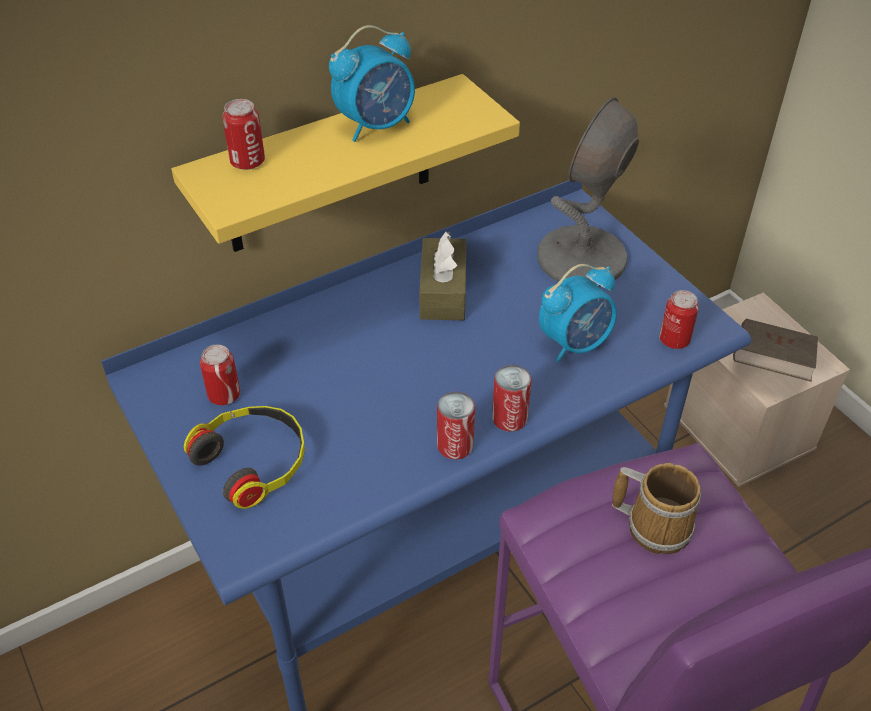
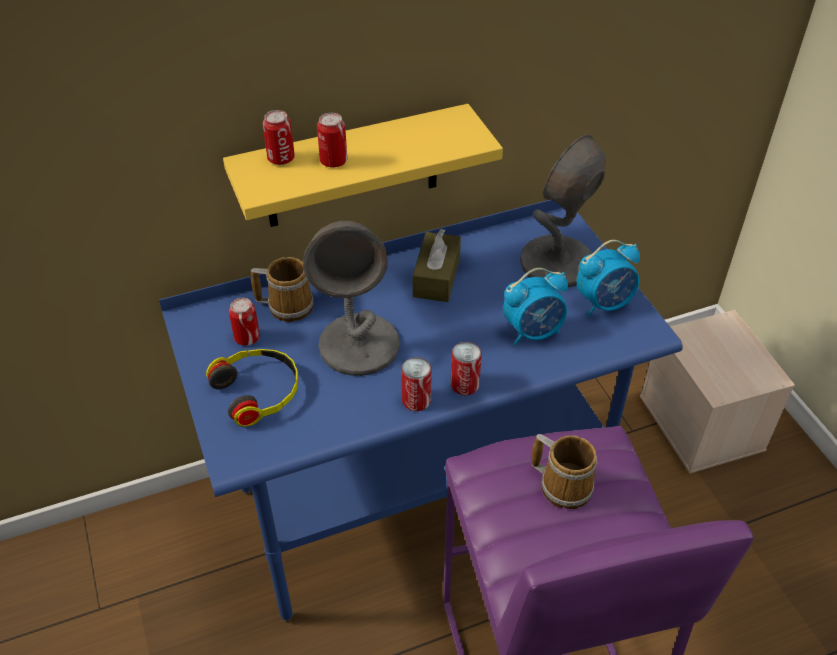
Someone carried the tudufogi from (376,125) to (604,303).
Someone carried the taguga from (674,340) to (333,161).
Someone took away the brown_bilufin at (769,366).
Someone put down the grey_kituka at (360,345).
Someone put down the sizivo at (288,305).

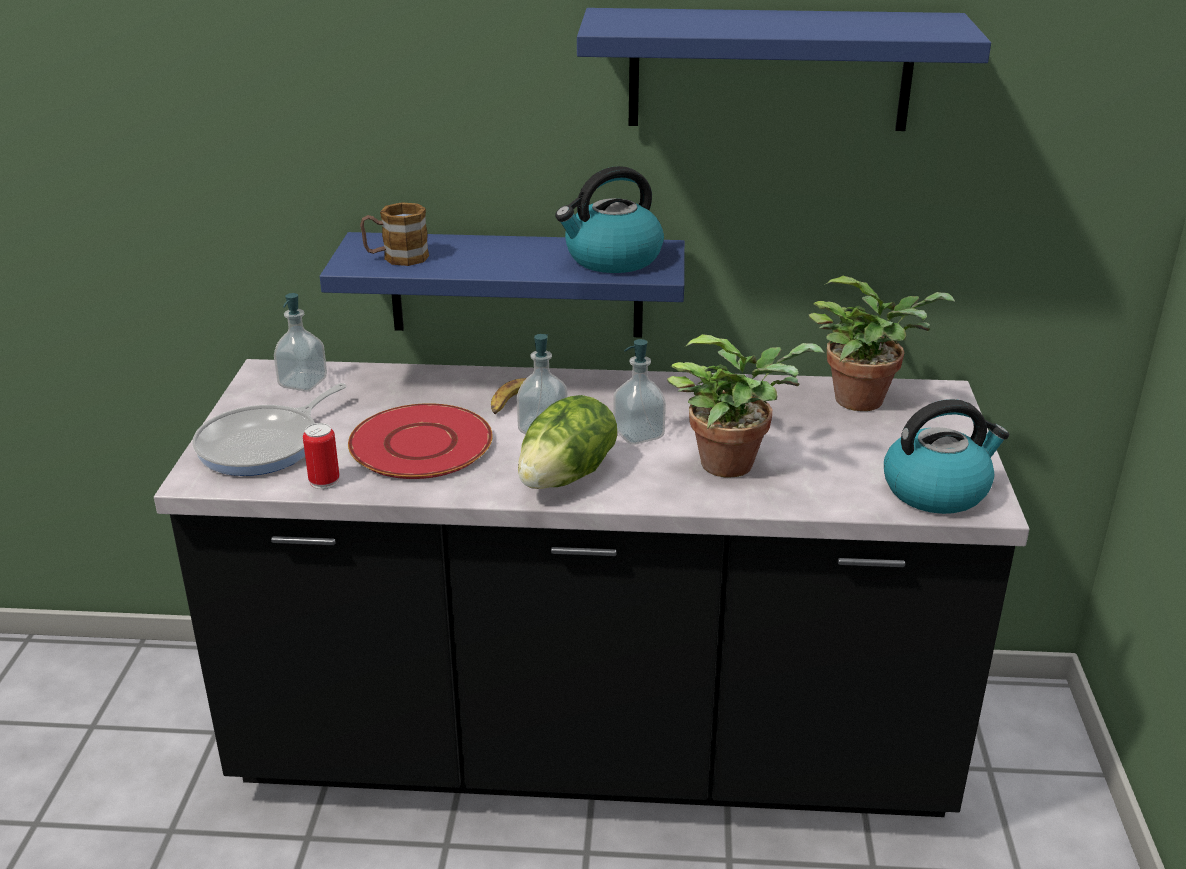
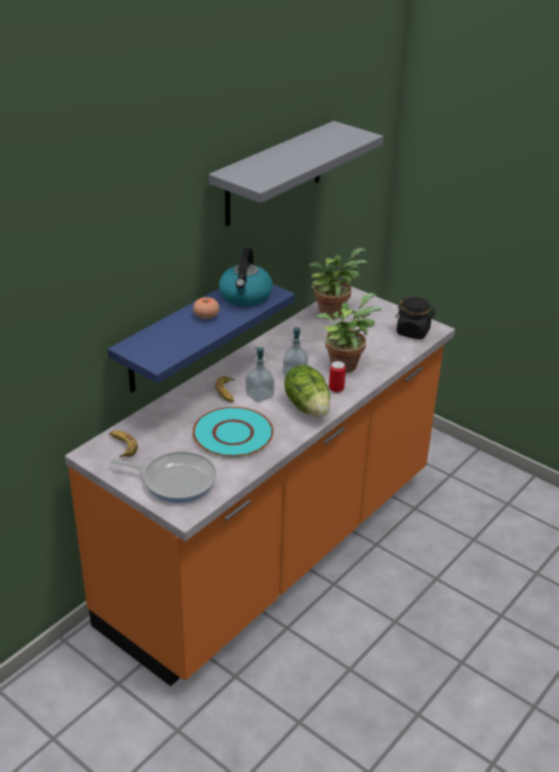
Someone repainted the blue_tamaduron at (769,70), which became the grey_tamaduron at (274,174).
Someone took away the sizivo at (396,258).
Someone swapped the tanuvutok at (303,383) for the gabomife at (122,446).
Someone repainted the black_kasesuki at (593,747), which became the orange_kasesuki at (274,549).
Someone rotated the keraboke at (264,445) by 60 degrees counterclockwise.
Someone swapped the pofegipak at (937,490) for the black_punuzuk at (413,332).
Someone repainted the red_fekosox at (421,445), which became the turquoise_fekosox at (233,434).
Someone carried the taguga from (324,481) to (336,389).
Someone put down the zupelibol at (206,316).

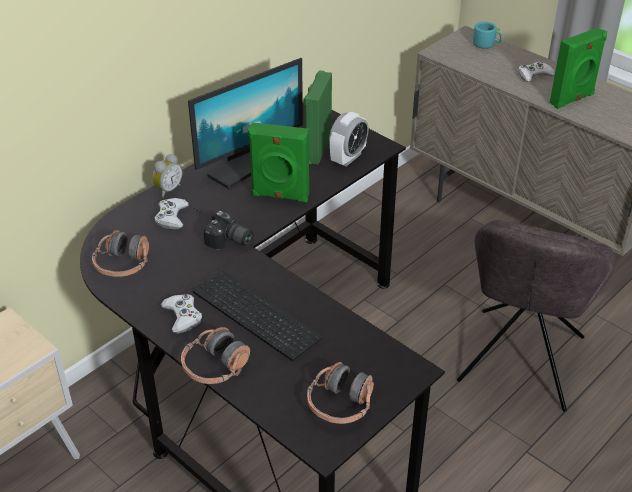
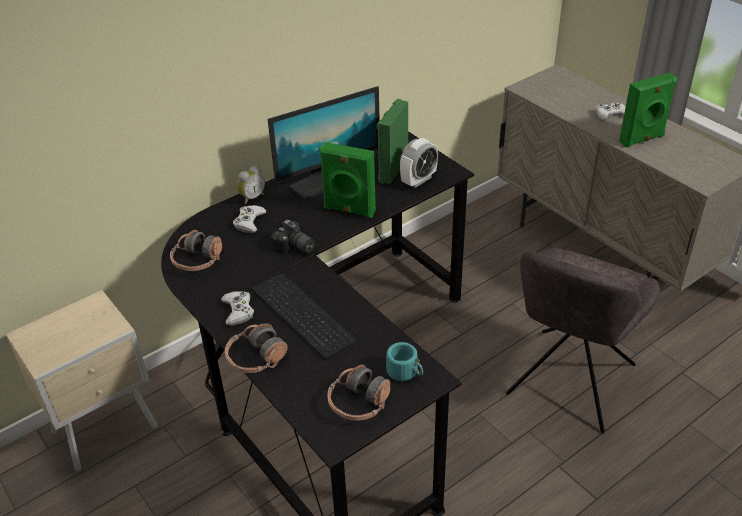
Someone carried the turquoise_sizivo from (486,44) to (406,371).

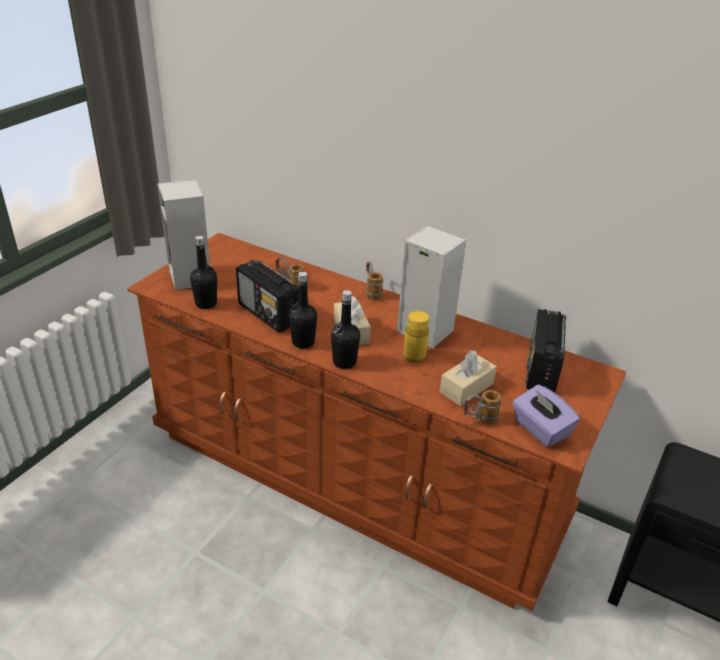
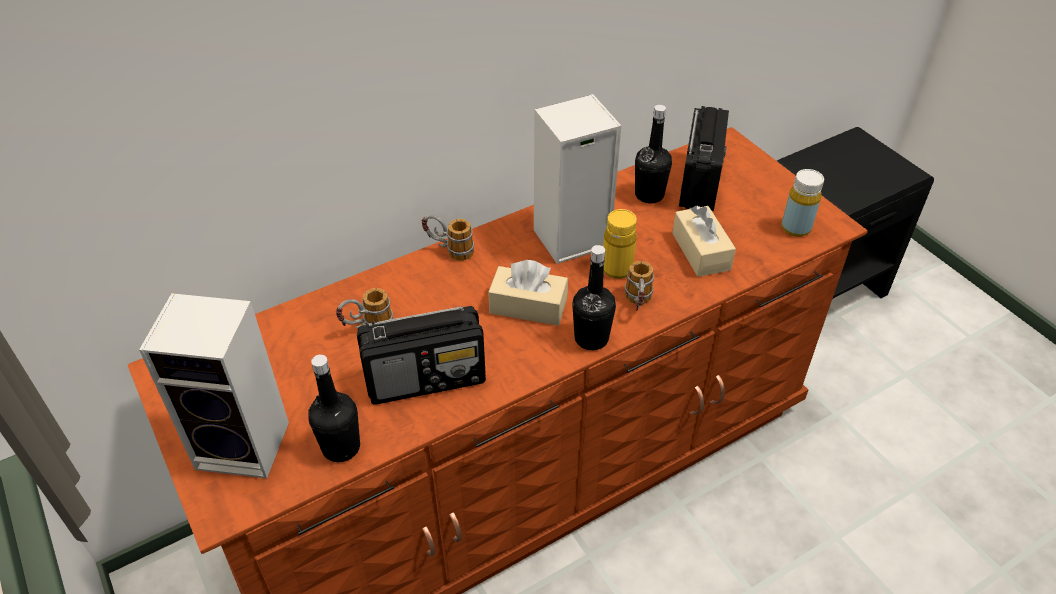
Someone carried the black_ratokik from (303,342) to (649,195).
Someone rotated the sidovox at (541,370) by 120 degrees counterclockwise.
Someone swapped the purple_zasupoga at (540,429) for the yellow_ratokik at (795,228).
Someone carried the sizivo from (478,420) to (638,304).

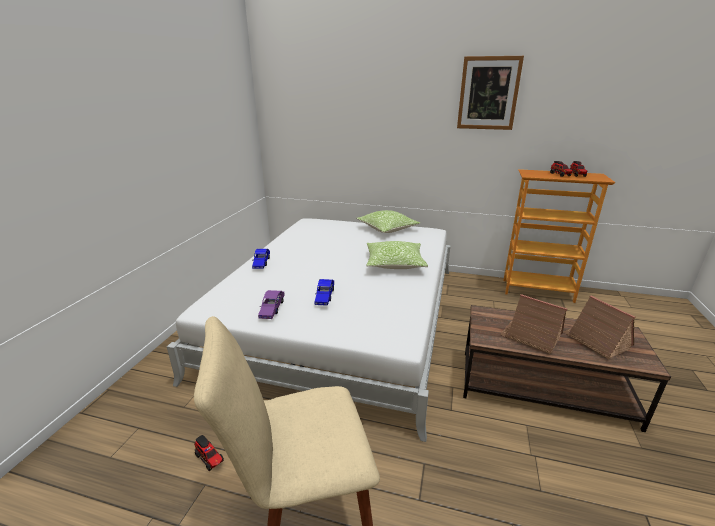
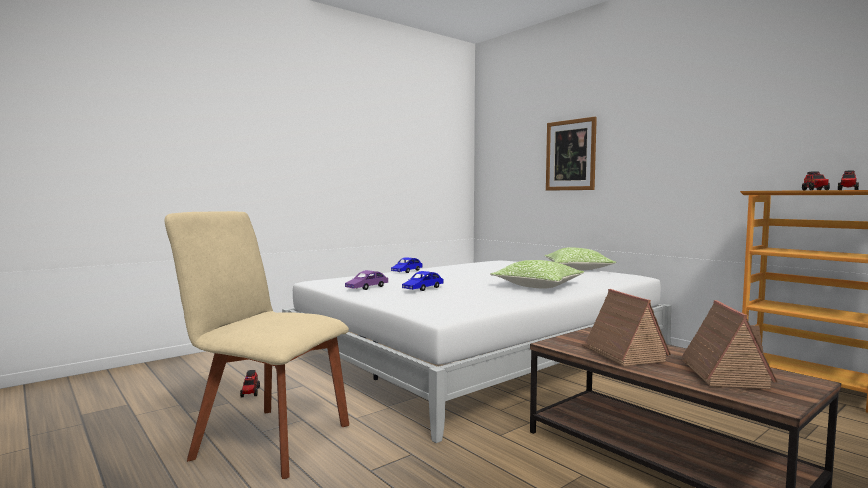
Someone carried the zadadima from (488,93) to (570,155).

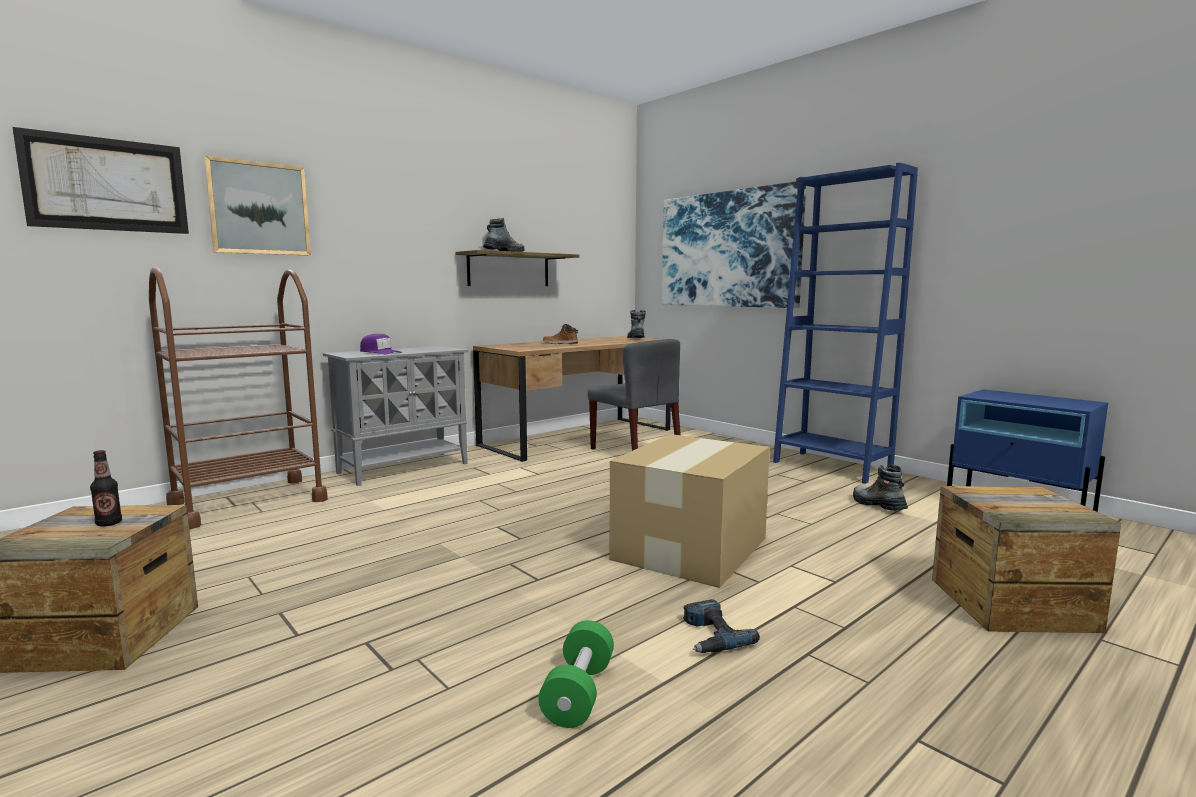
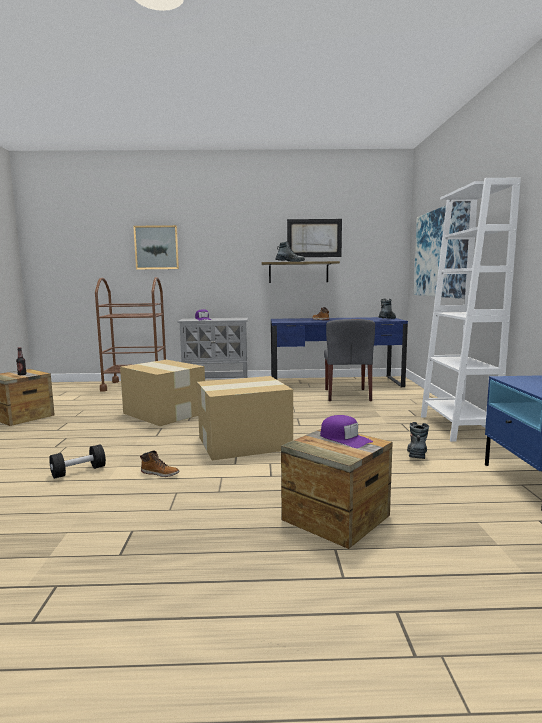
Someone carried the zadadima from (107,184) to (314,238).
Someone repainted the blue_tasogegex at (831,467), which became the white_tasogegex at (457,427).
Someone repainted the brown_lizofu at (578,437), which became the blue_lizofu at (335,382).
Someone swapped the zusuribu at (710,636) for the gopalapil at (160,473).
Someone repainted the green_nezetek at (578,693), which became the black_nezetek at (78,471).
Someone put down the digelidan at (164,413).
Someone put down the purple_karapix at (344,439).

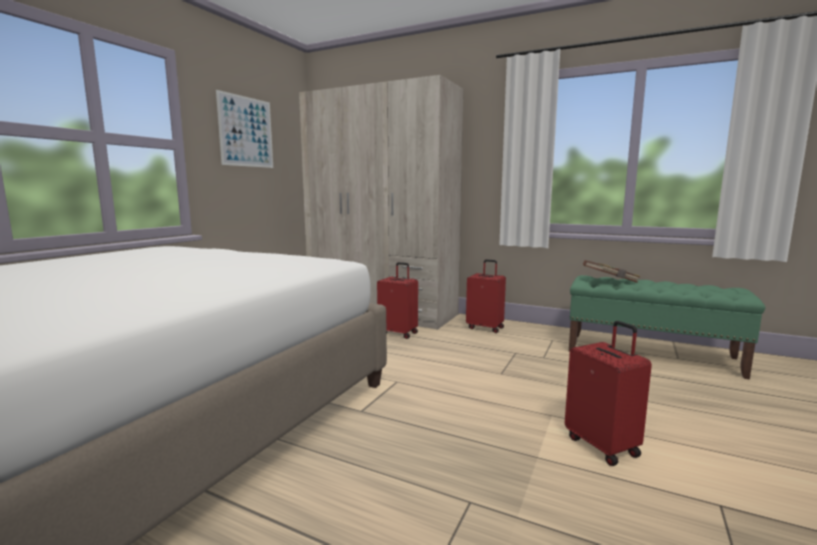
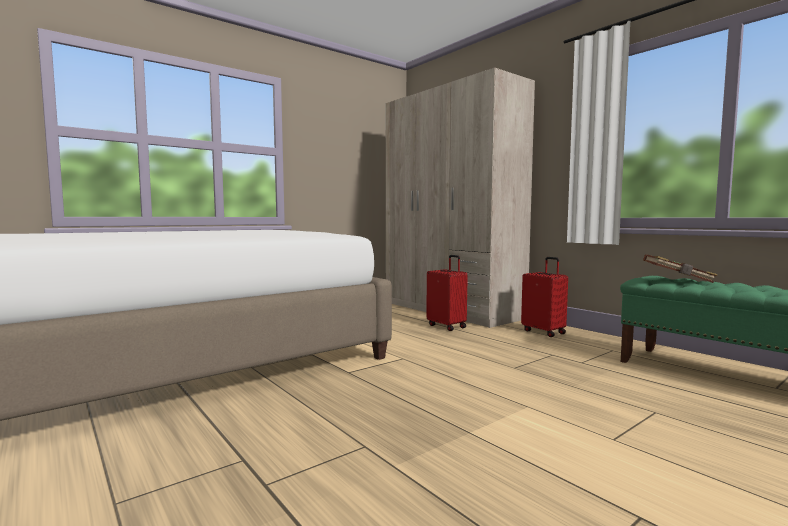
Someone took away the zadadima at (246,132).
Someone took away the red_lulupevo at (603,446).

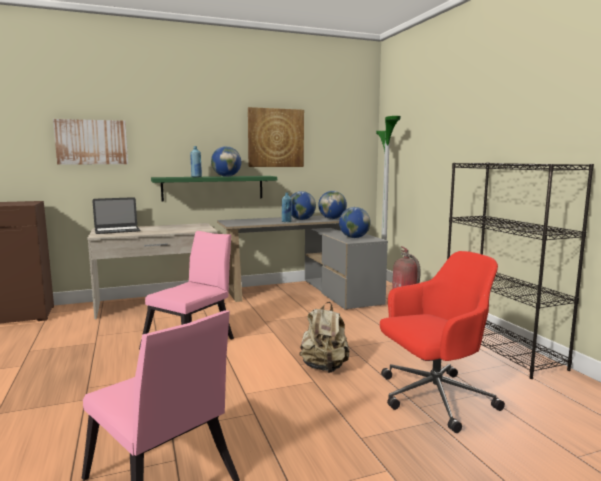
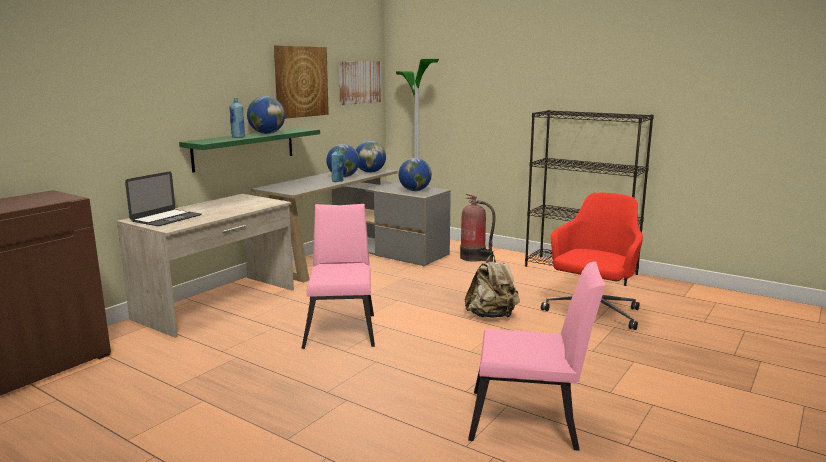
Someone carried the zadadima from (92,142) to (359,82).

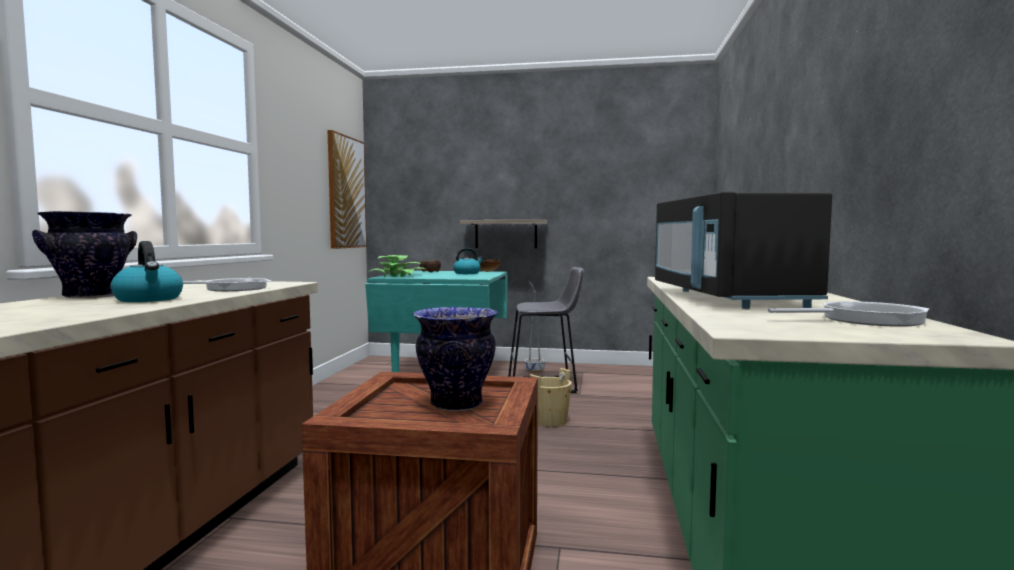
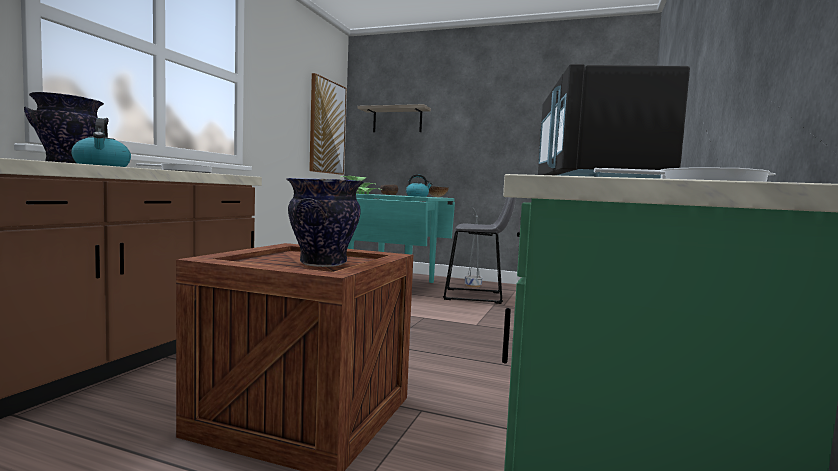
Someone carried the tamaduron from (506,234) to (397,120).
Someone took away the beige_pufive at (550,421).

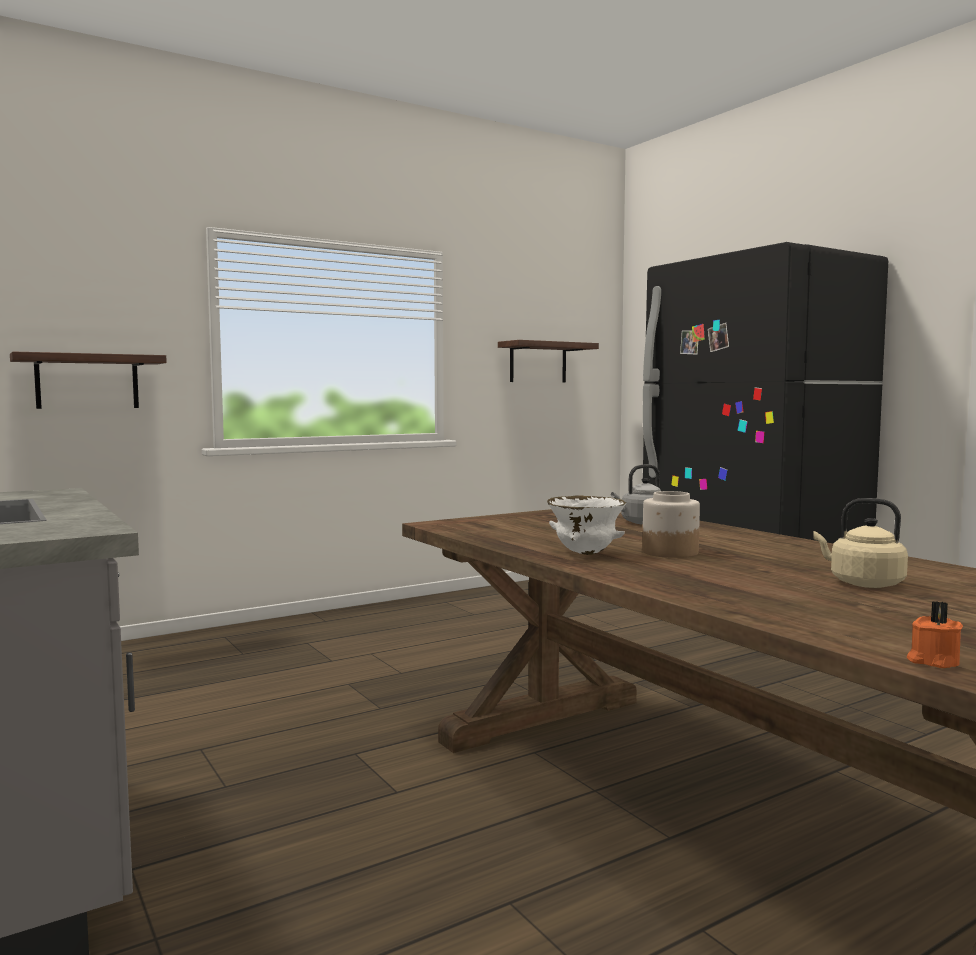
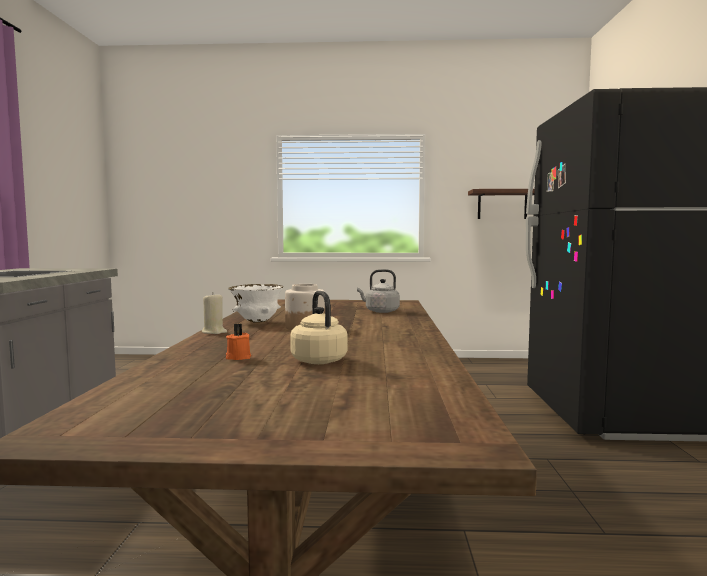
Someone took away the tamaduron at (87,381).
Someone carried the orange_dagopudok from (933,661) to (238,357).
Someone put down the beige_dagopudok at (214,332).

